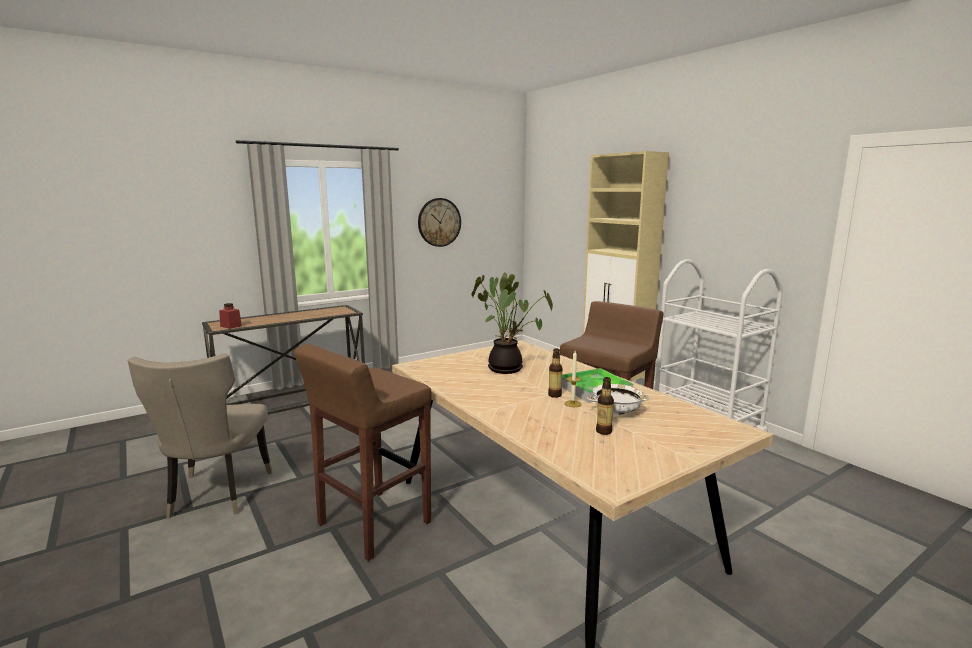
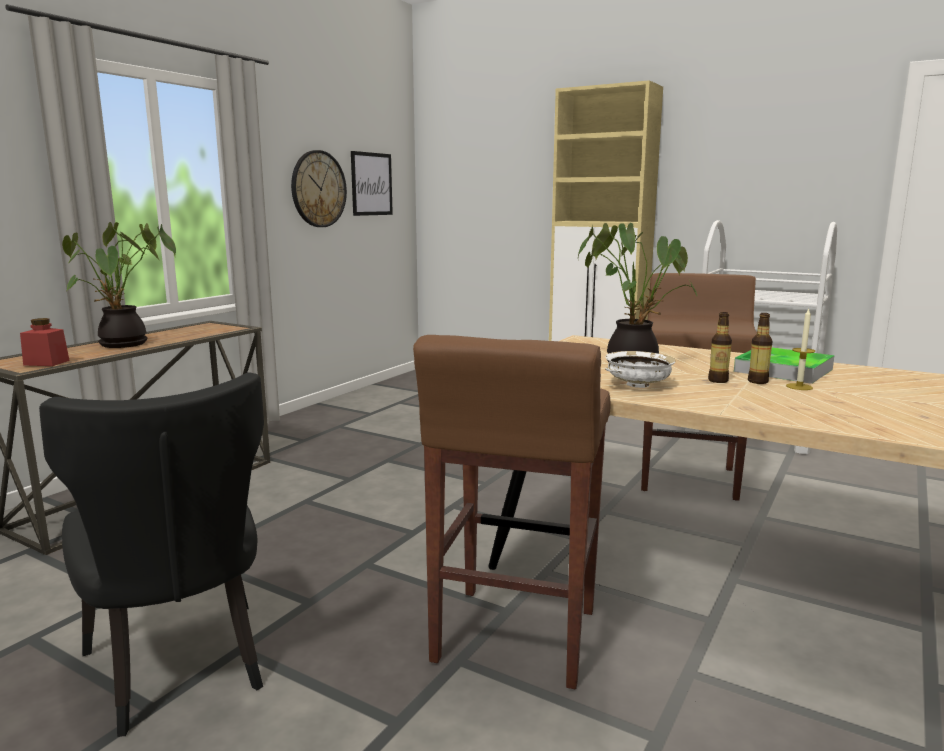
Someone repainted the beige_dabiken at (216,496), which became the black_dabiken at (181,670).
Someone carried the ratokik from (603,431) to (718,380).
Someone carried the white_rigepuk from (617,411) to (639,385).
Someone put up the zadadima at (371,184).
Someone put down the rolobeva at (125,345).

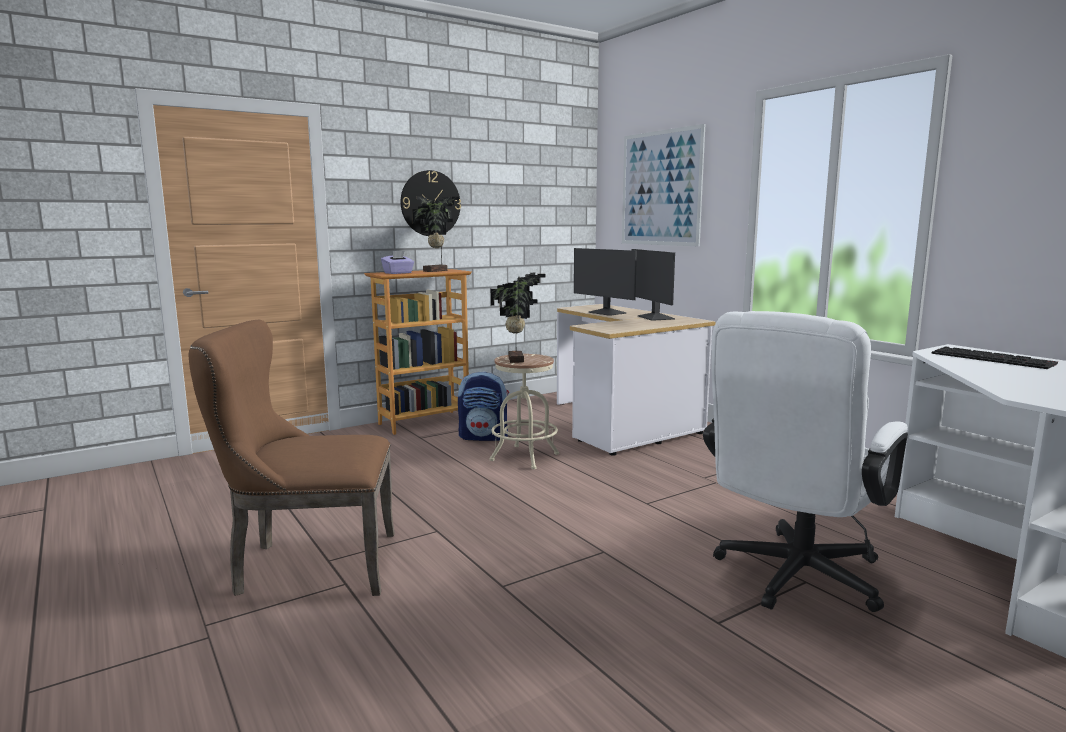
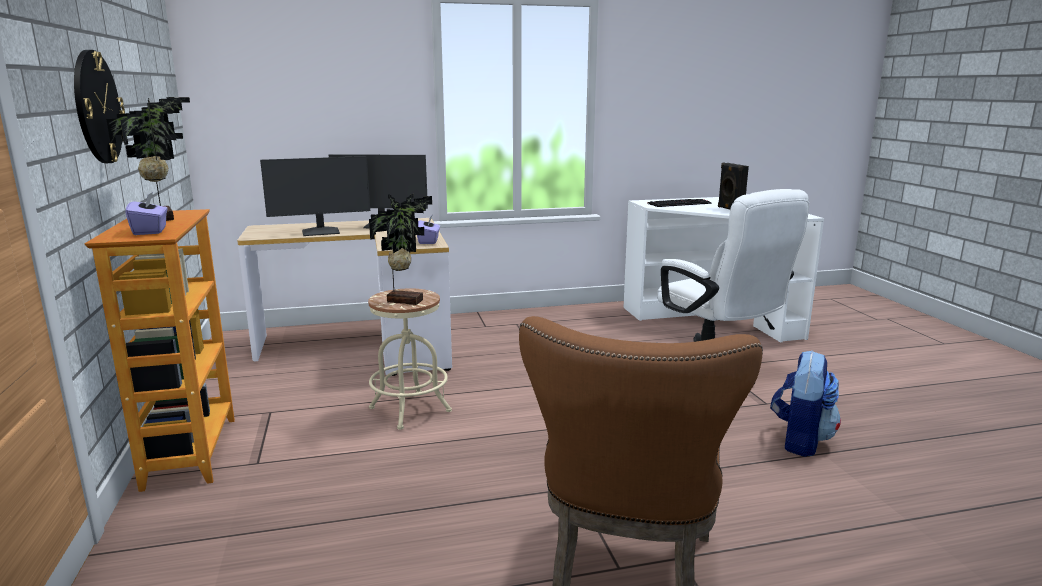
Someone took away the zadadima at (660,188).
Someone carried the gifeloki from (484,437) to (800,440).
Someone put down the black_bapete at (729,209).
Someone put down the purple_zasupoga at (429,241).

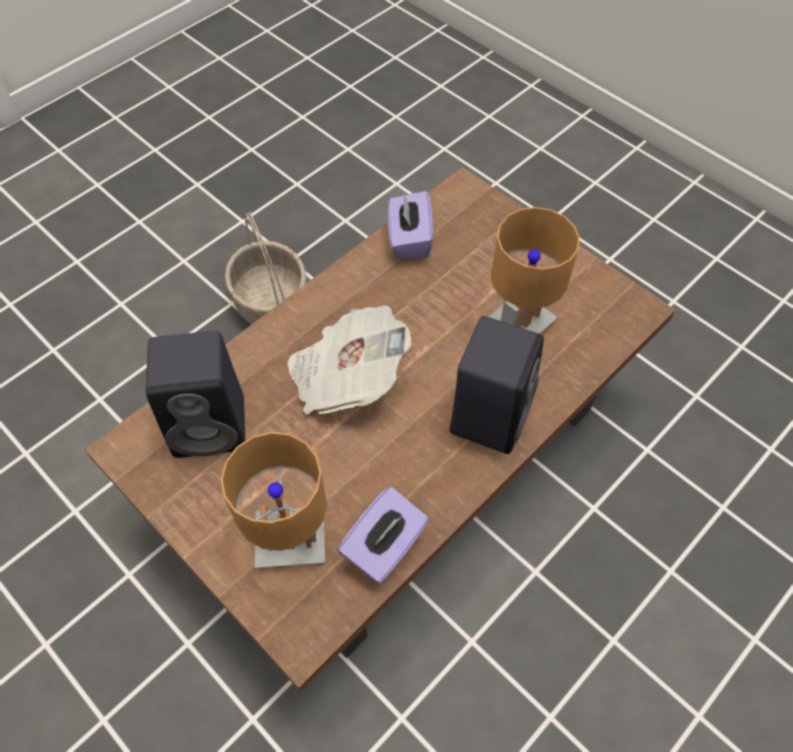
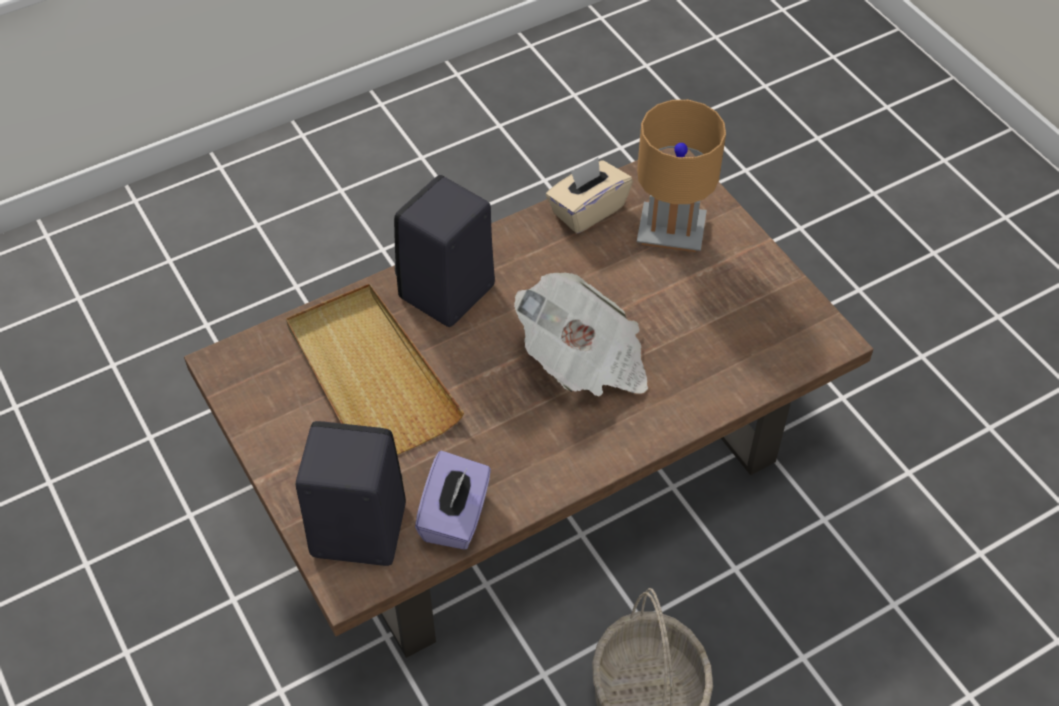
Someone swapped the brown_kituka at (519,325) for the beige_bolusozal at (370,376).
Someone carried the black_bapete from (213,425) to (354,530).
Someone repainted the purple_zasupoga at (385,547), which became the beige_zasupoga at (587,210).

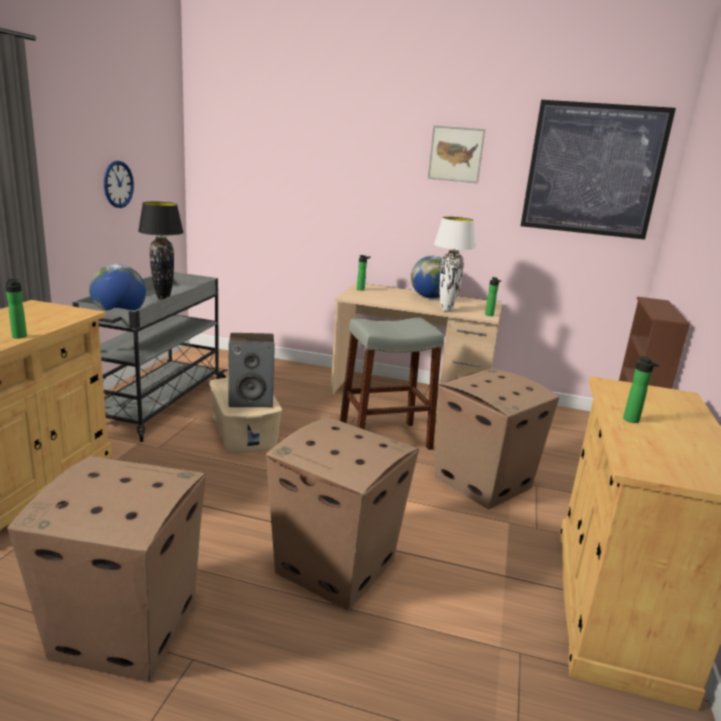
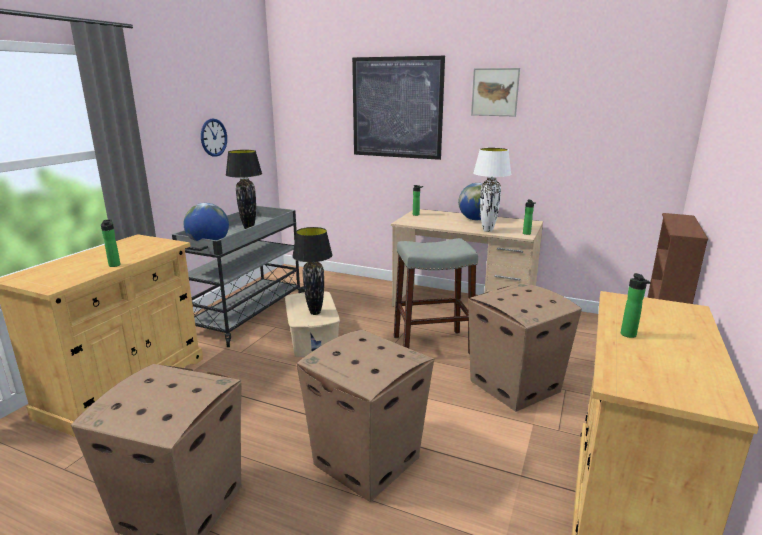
Someone carried the zadadima from (593,170) to (397,108).
Someone swapped the bapete at (251,400) for the black_kituka at (315,313).

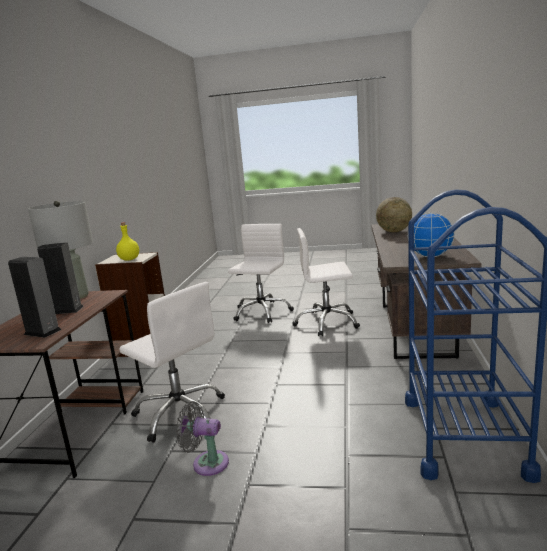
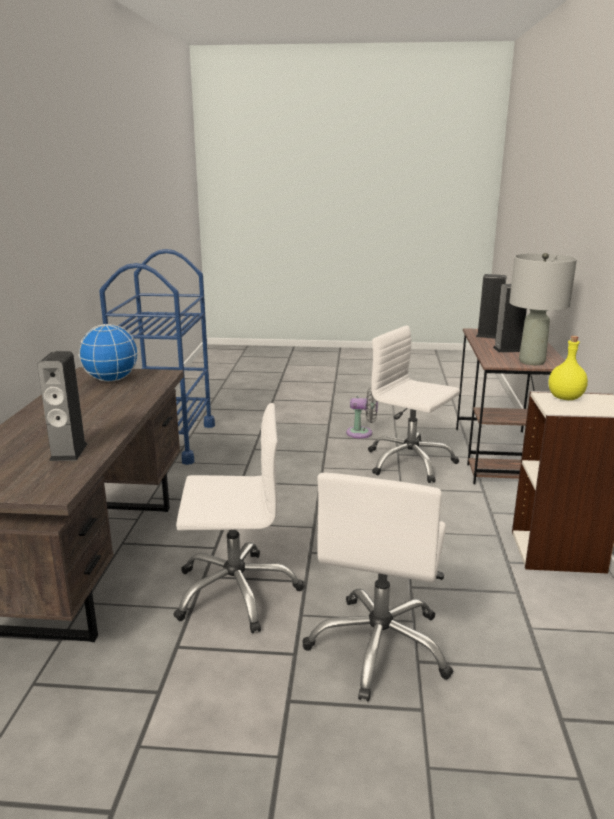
Someone swapped the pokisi at (394,231) for the bapete at (68,452).

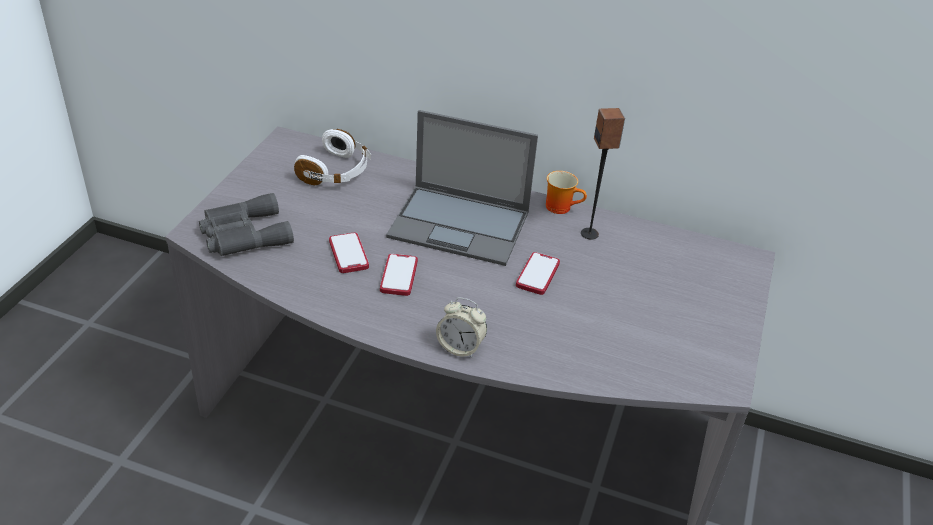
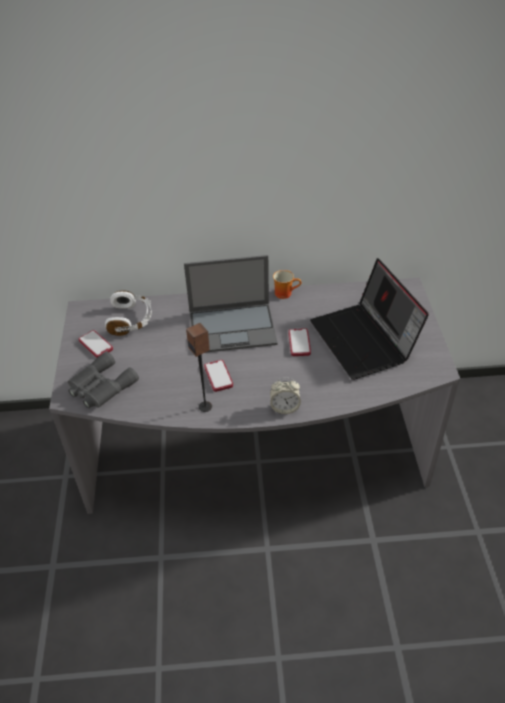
Someone carried the bapete from (590,234) to (205,406).
Someone carried the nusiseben from (348,254) to (96,345).
Someone put down the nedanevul at (364,341).

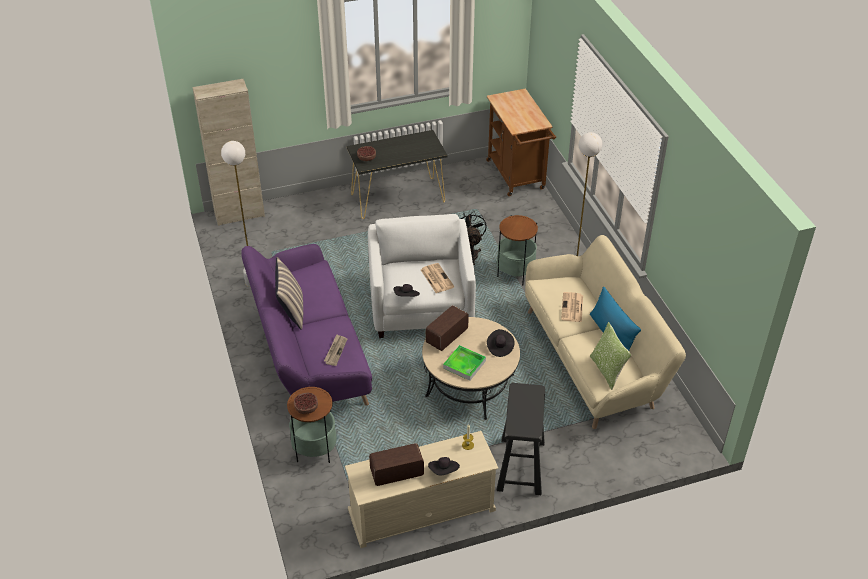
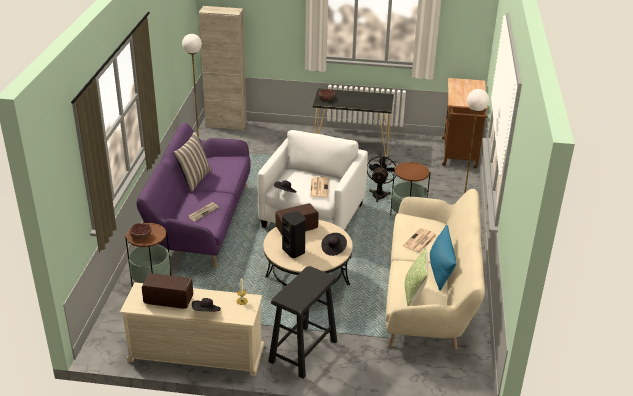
Someone swapped the bolusozal at (464,364) for the black_bapete at (294,251).

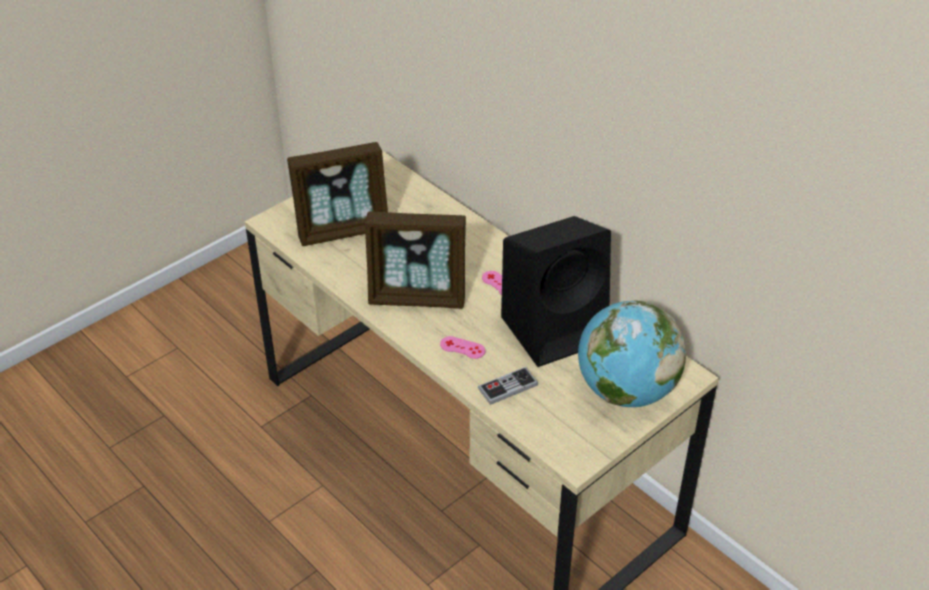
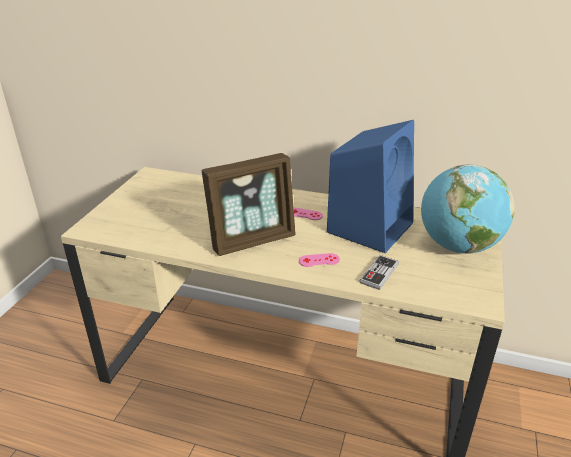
Someone took away the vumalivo at (343,230).
Someone repainted the black_bapete at (556,328), which became the blue_bapete at (370,226).

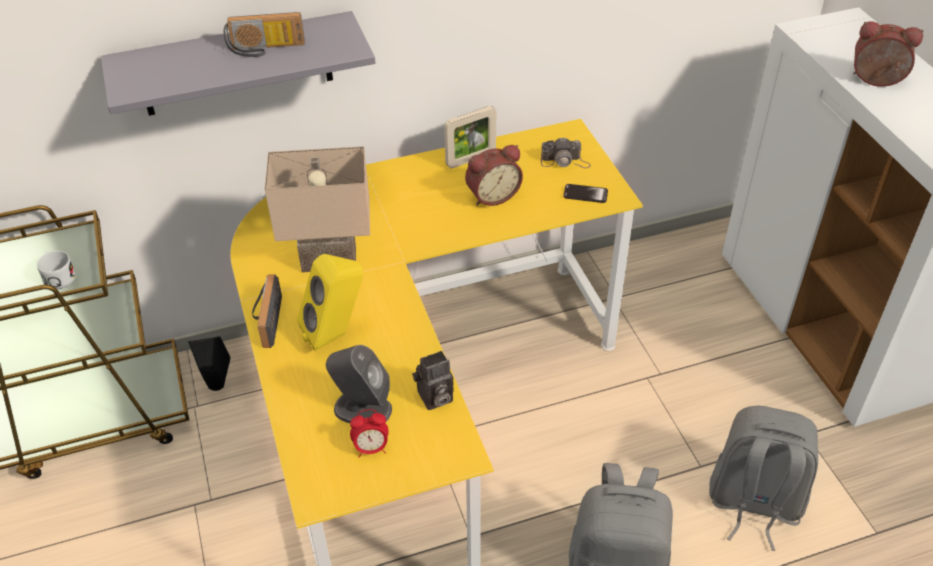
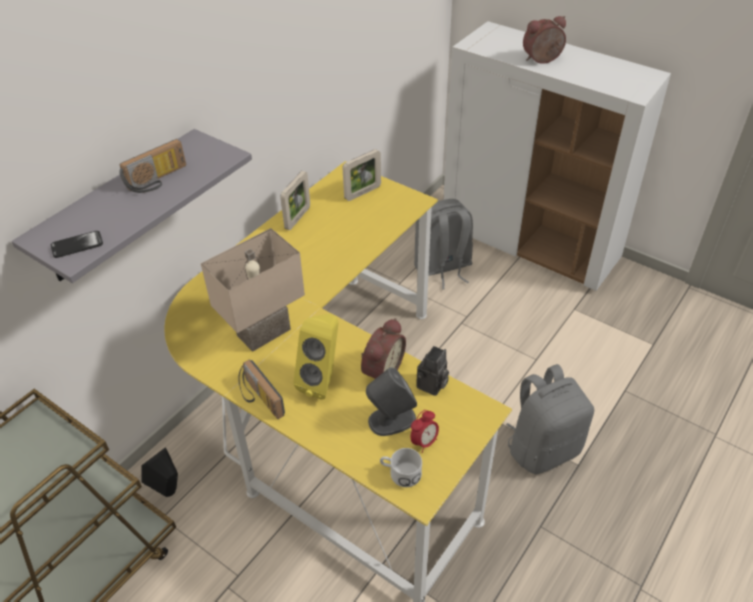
Someone swapped the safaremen at (565,161) for the vumalivo at (362,193).
Someone carried the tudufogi from (492,195) to (381,370).
Someone carried the nusiseben from (585,194) to (77,245).
Someone carried the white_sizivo from (58,276) to (400,473).
Someone carried the grey_gifeloki from (753,503) to (442,267).

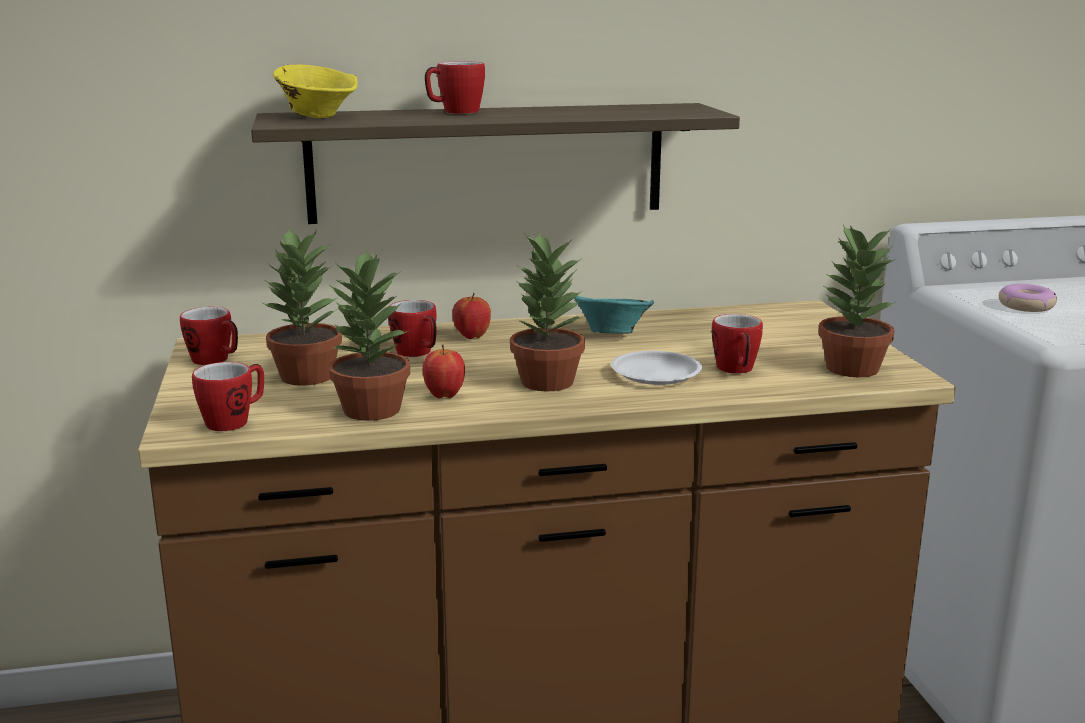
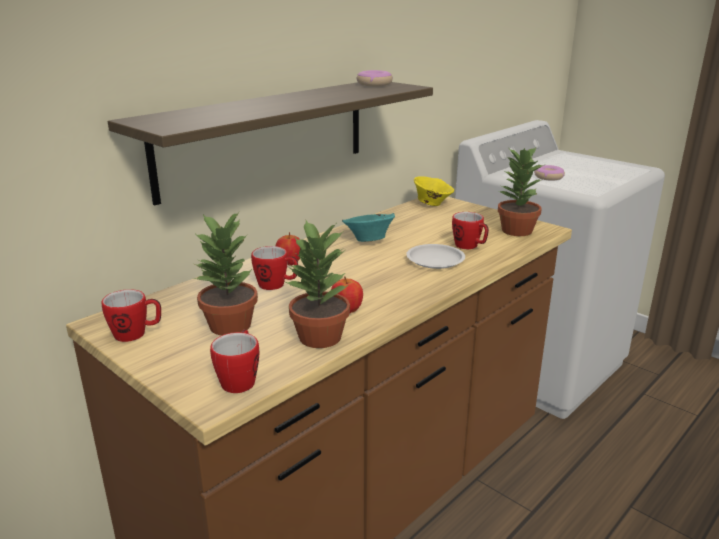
Someone took away the sizivo at (454,112).
Someone carried the yellow_rigepuk from (318,116) to (432,204).
Someone took away the rolobeva at (546,381).
Someone put down the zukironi at (374,84).

